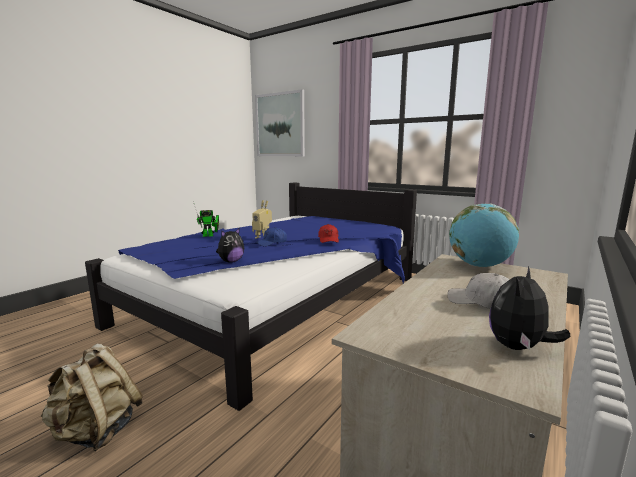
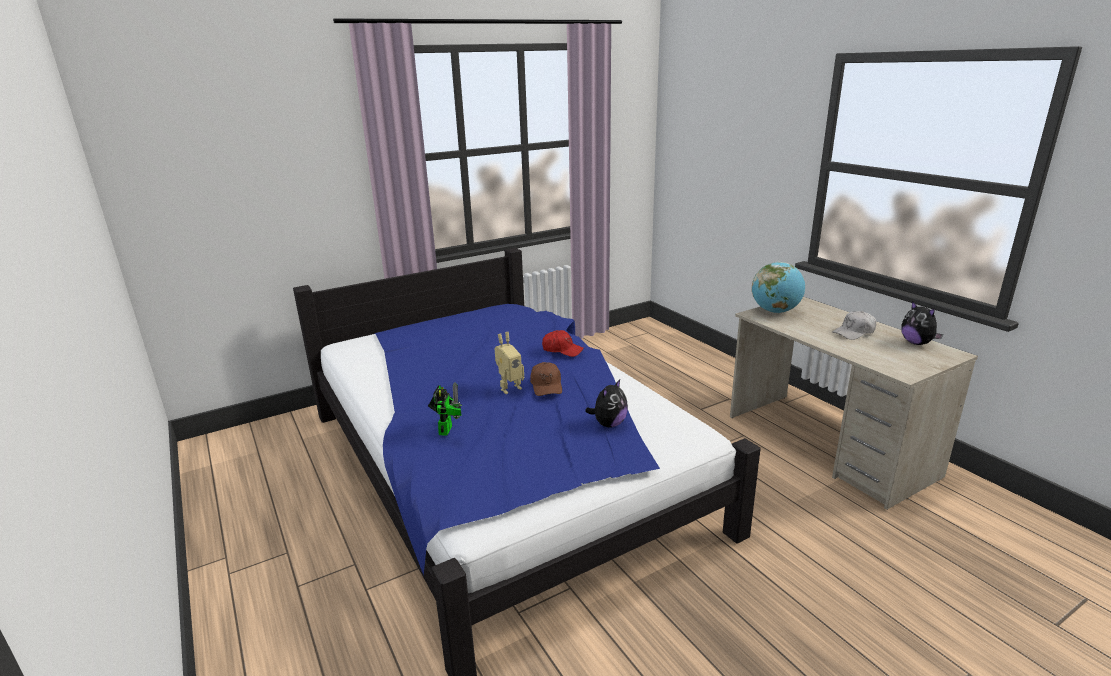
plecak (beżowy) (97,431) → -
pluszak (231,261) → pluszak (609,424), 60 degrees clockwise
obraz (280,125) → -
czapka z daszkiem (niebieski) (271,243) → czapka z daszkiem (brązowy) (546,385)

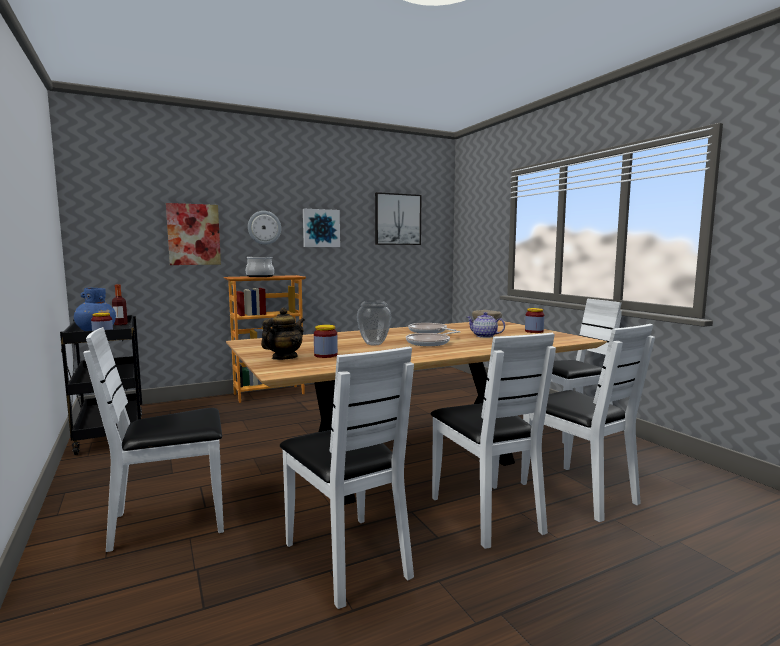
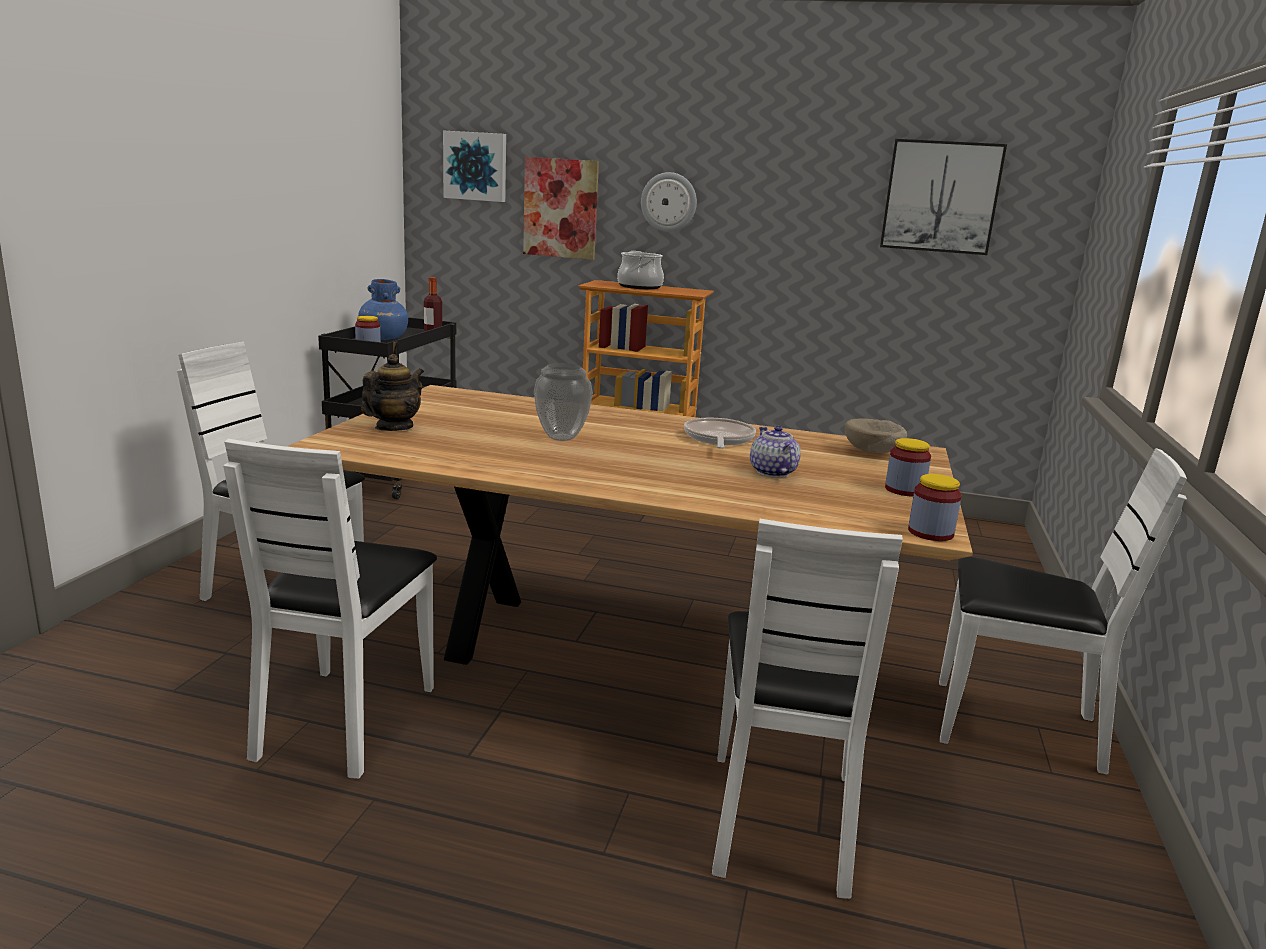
imbryk (284,358) → imbryk (393,427), 45 degrees counterclockwise
obraz (321,228) → obraz (476,166), relocated
słoik (325,355) → słoik (930,533), relocated
patelnia (430,343) → -
krzesło (biały) (487,513) → -

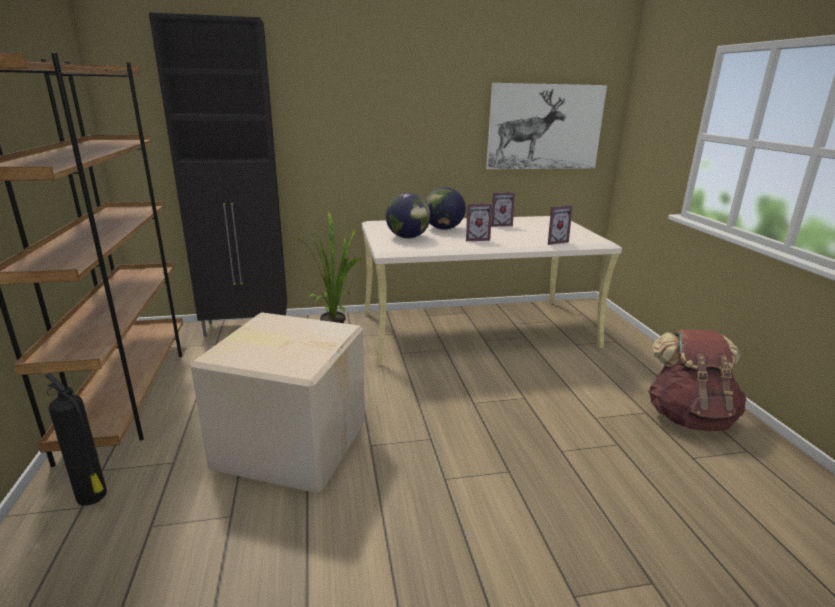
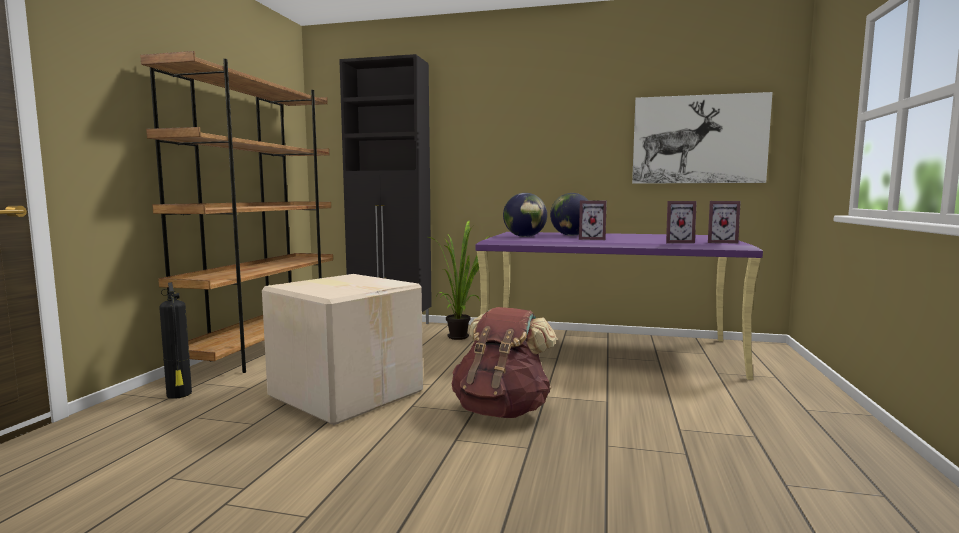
biurko (beżowy) (477,329) → biurko (fioletowy) (607,349)
ramka na zdjęcie (499,224) → ramka na zdjęcie (721,242), relocated
plecak (brązowy) (688,417) → plecak (brązowy) (502,410), relocated

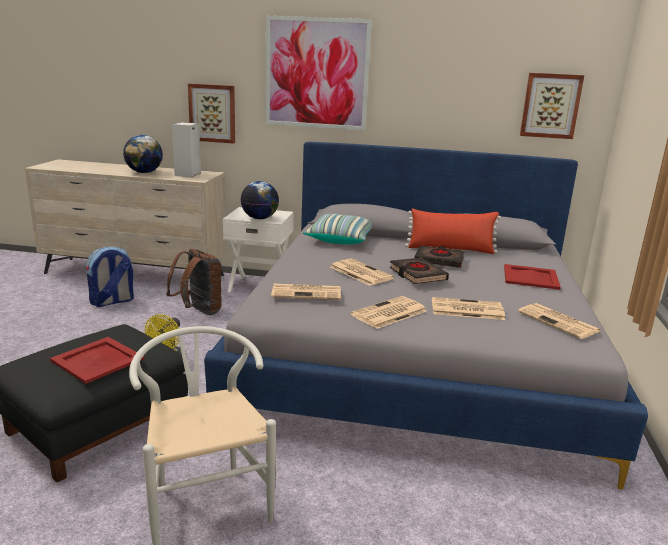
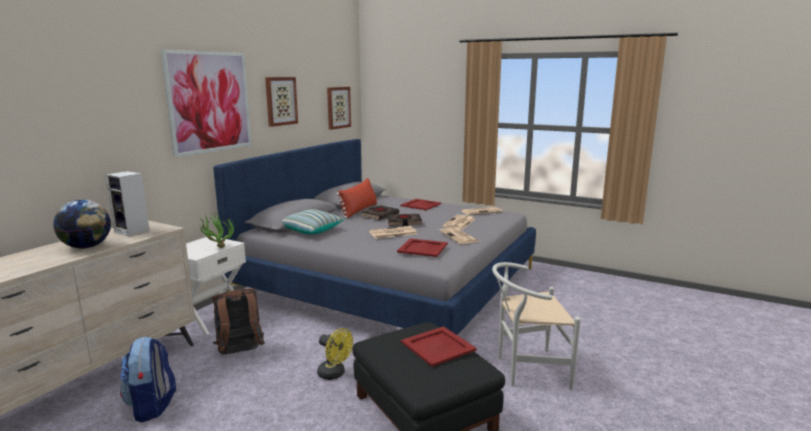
obraz (212,113) → obraz (280,101), relocated
globus (260,218) → roślina doniczkowa (217,247)
gazeta (307,292) → taca (czerwony) (422,248)

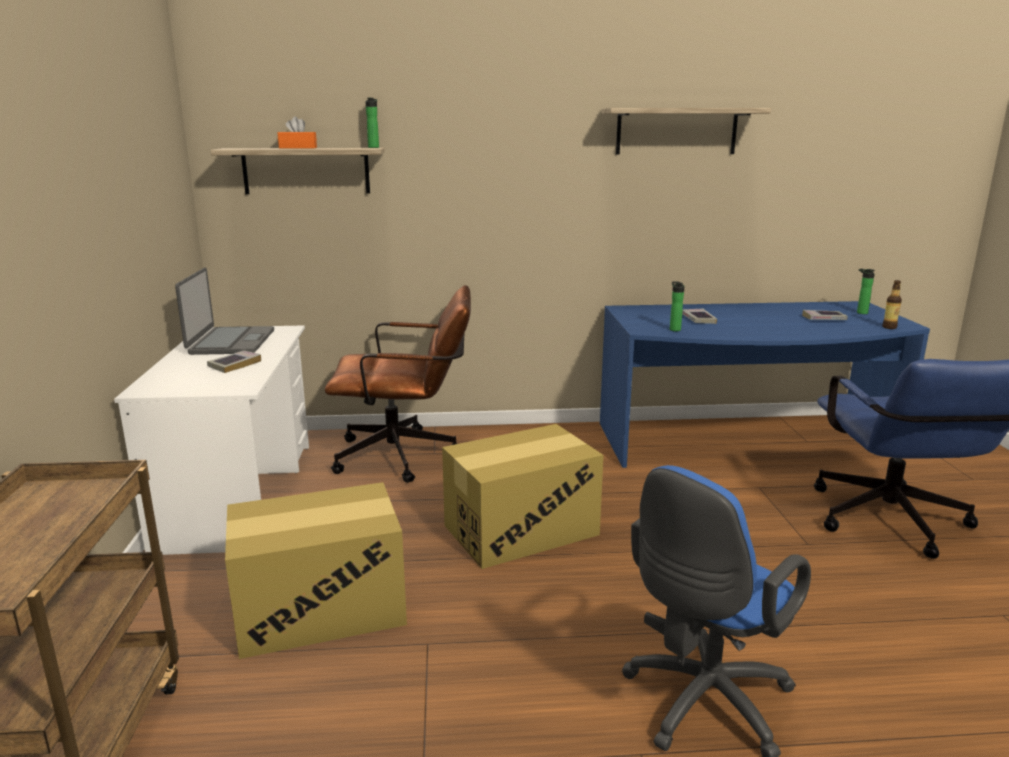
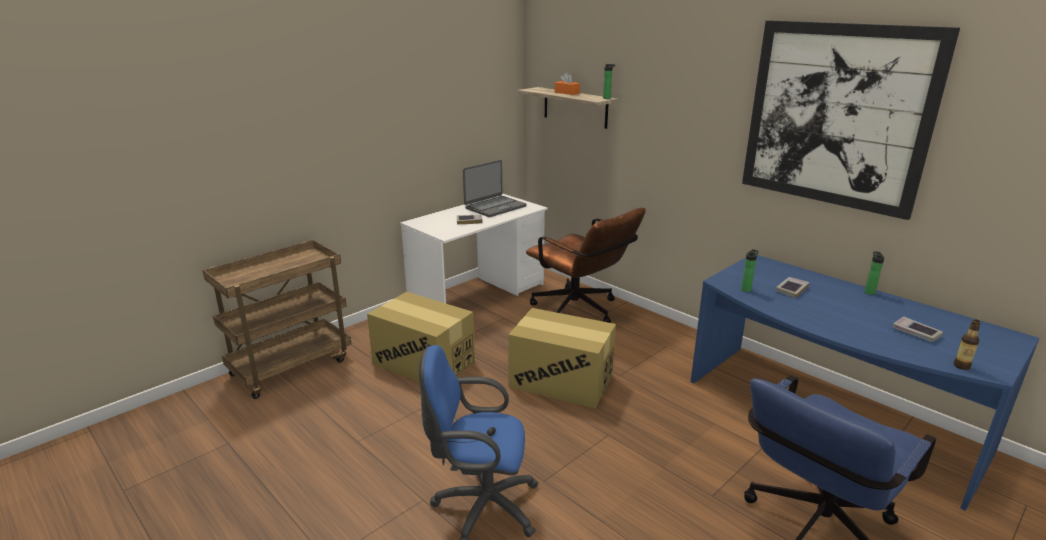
półka (676,131) → obraz (837,116)
butelka (860,312) → butelka (869,292), relocated

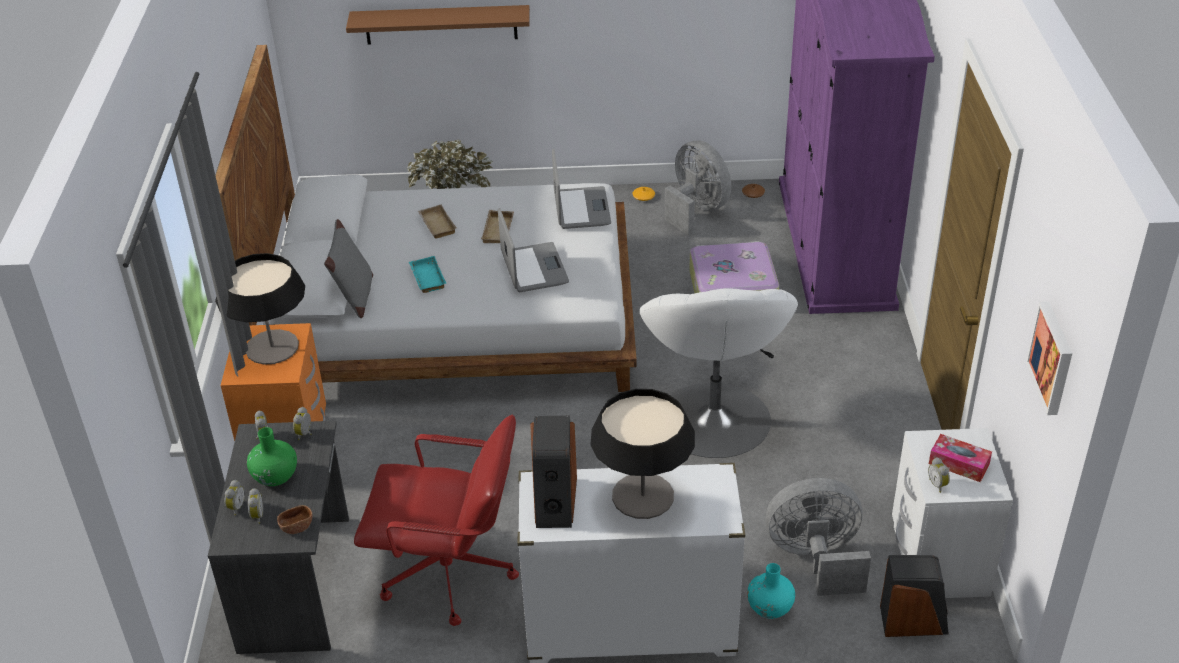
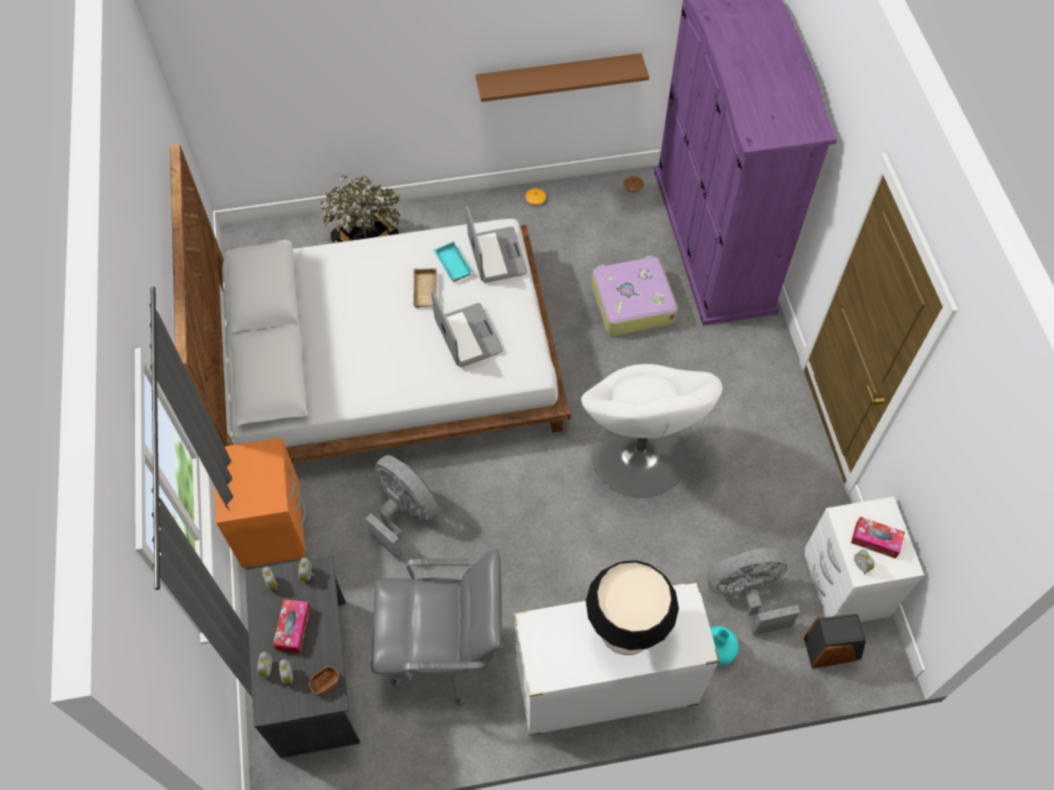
lampa stołowa (272,347) → -
wazon (zielony) (275,476) → pudełko chusteczek (293,628)
poduszka (szary) (355,298) → -
półka (brązowy) (441,24) → półka (brązowy) (558,76), relocated
krzesło biurowe (czerwony) (450,574) → krzesło biurowe (szary) (445,650)
taca (turkusowy) (426,278) → taca (turkusowy) (451,264), relocated
taca (beżowy) (436,225) → -
głośnik (555,501) → -
wentylator (szary) (696,210) → wentylator (szary) (404,513), relocated
obraz (1053,357) → -

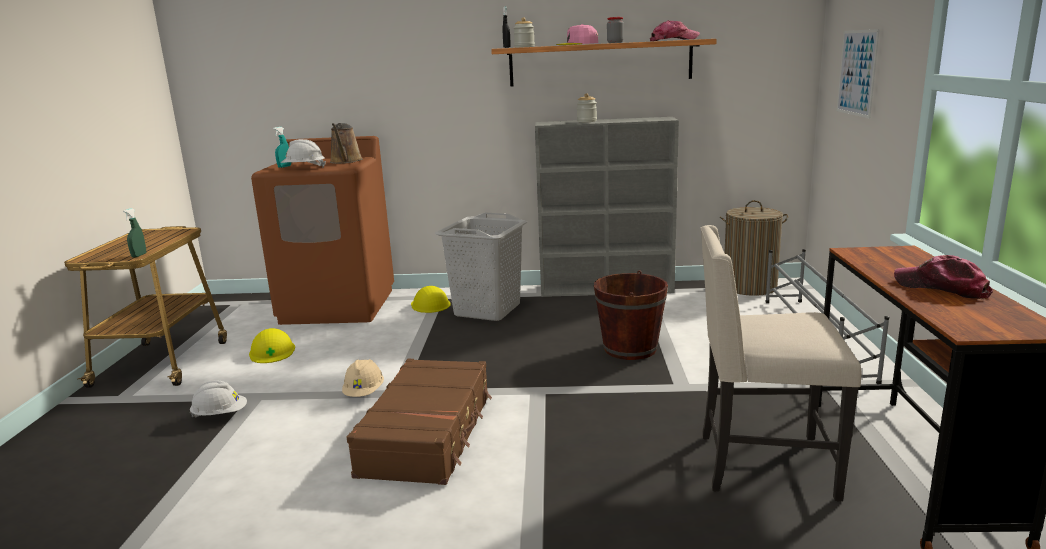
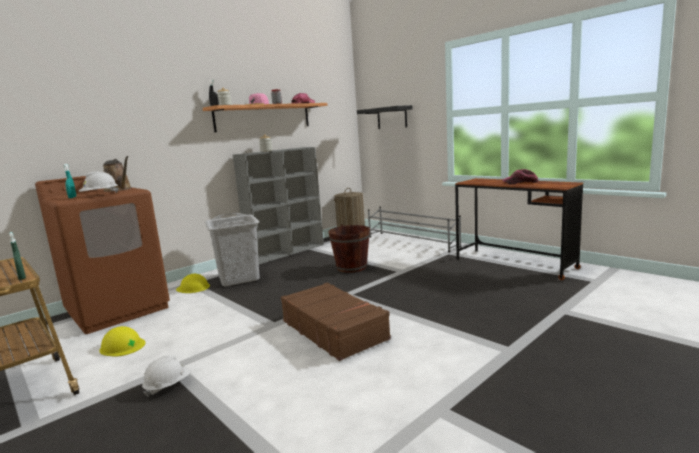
kask (beżowy) (364,393) → -
krzesło (beżowy) (762,465) → -
obraz (857,73) → półka (czarny) (392,117)

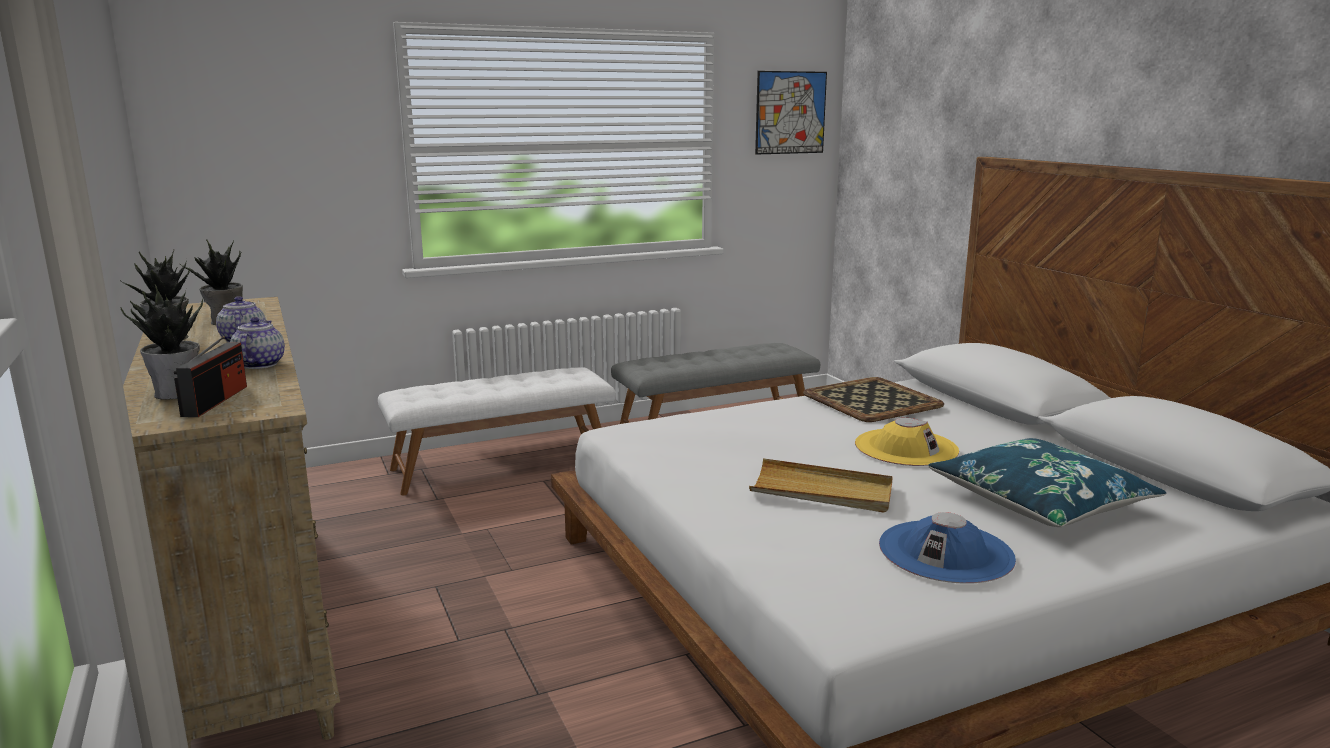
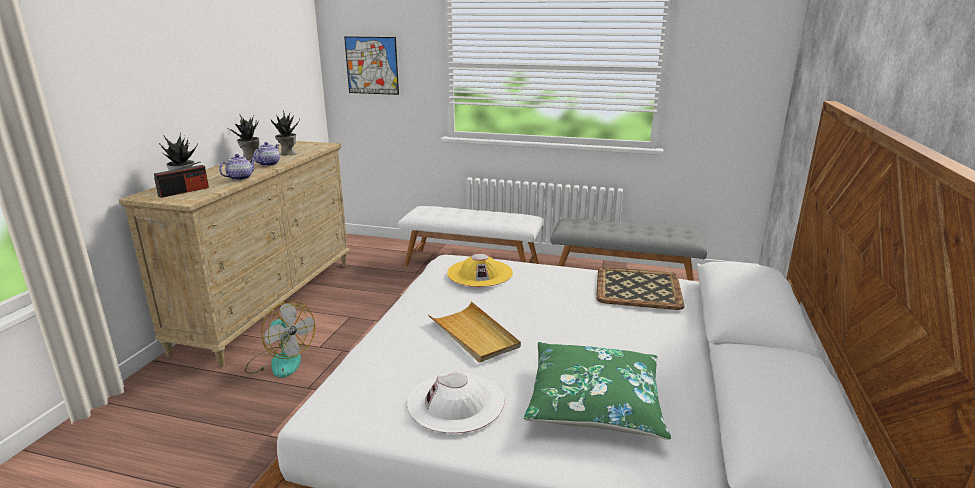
obraz (790,112) → obraz (372,65), relocated
kapelusz (żółty) (906,448) → kapelusz (żółty) (480,273), relocated
kapelusz (niebieski) (946,552) → kapelusz (biały) (456,402)
poduszka (niebieski) (1040,502) → poduszka (zielony) (594,402)
- → wentylator (280,361)

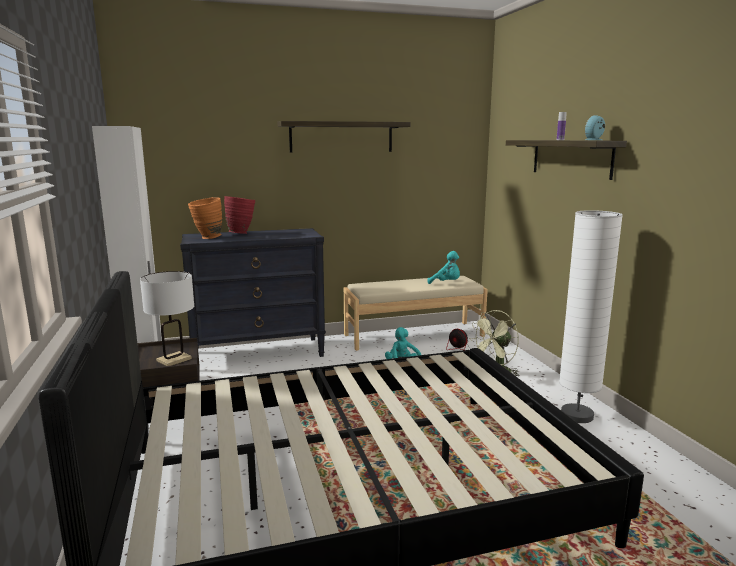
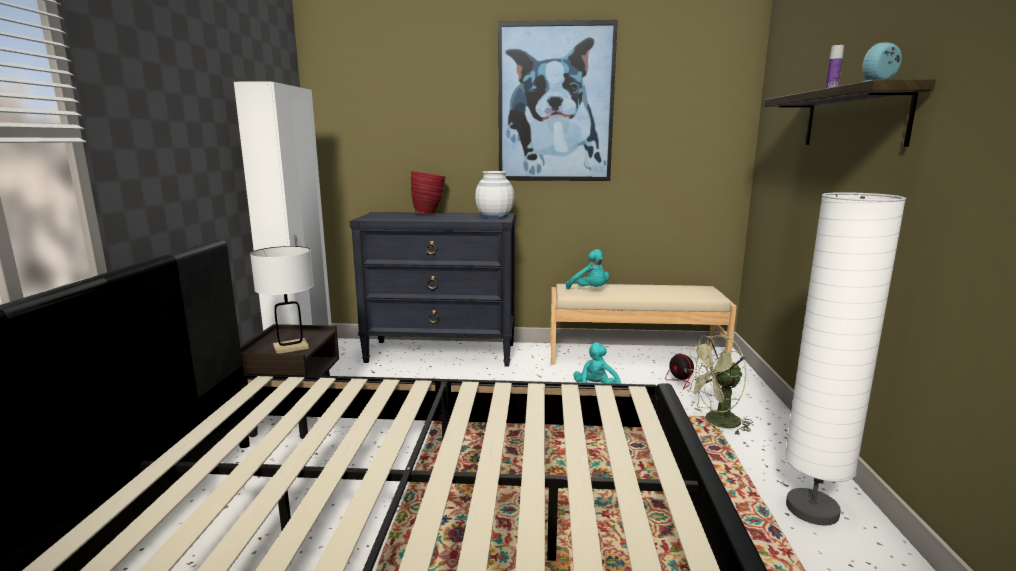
wazon (pomarańczowy) (207,238) → -
półka (341,137) → obraz (555,103)
pluszak (turkusowy) (446,283) → pluszak (turkusowy) (590,290), relocated
- → wazon (biały) (494,217)

